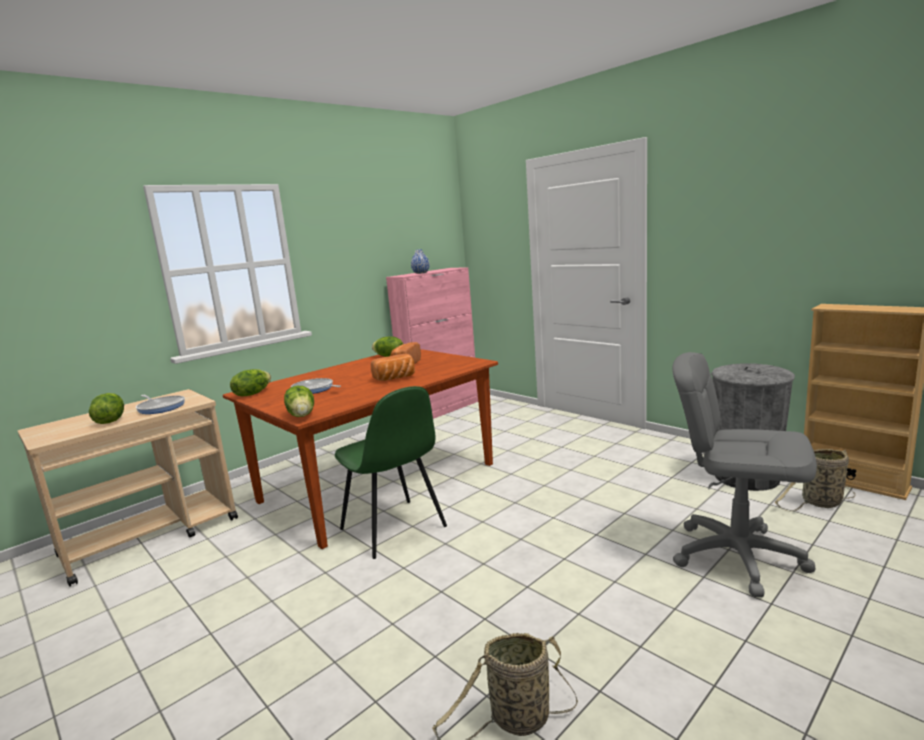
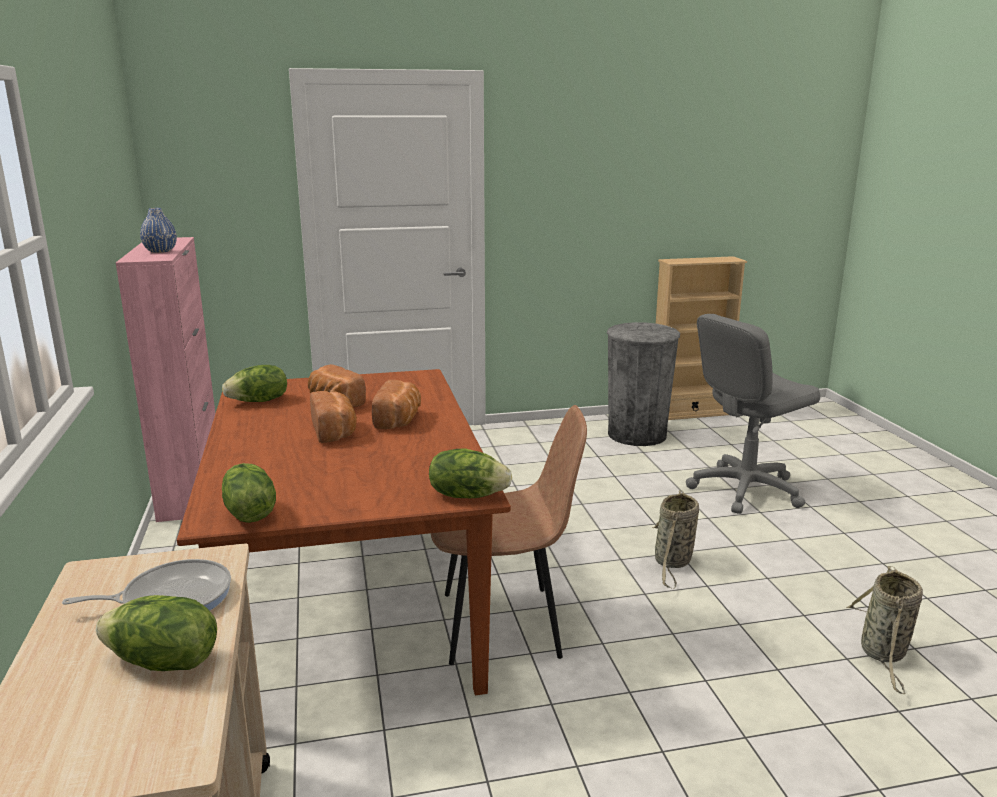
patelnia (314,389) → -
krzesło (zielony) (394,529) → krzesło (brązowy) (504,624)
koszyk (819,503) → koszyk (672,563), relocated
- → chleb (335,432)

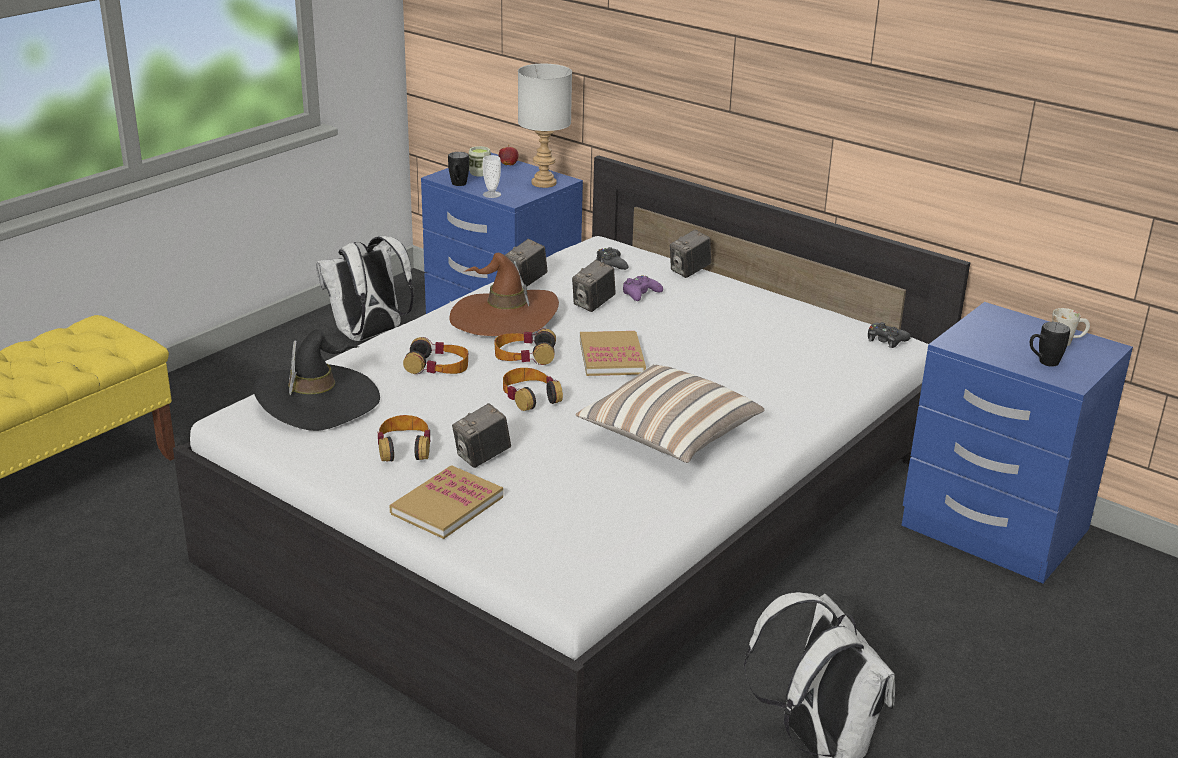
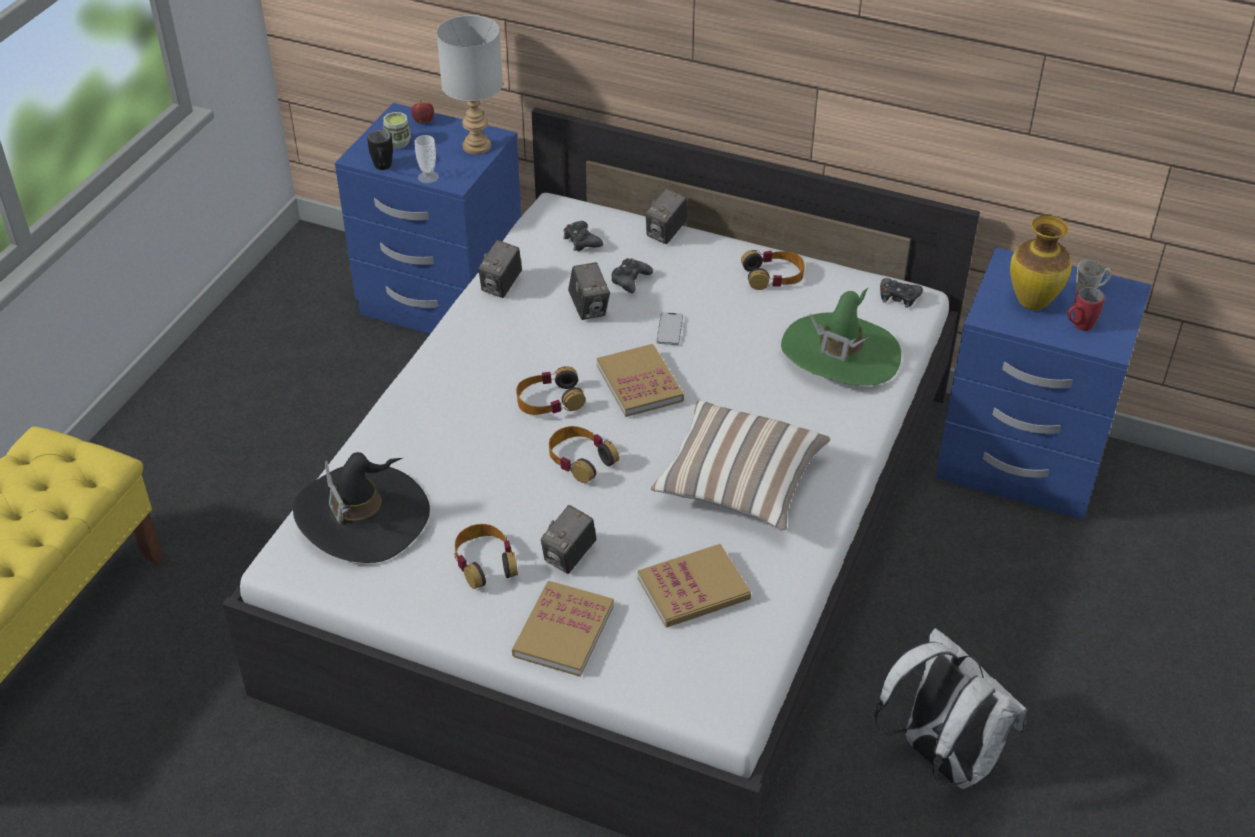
plecak (biały) (369,335) → -
słuchawki (437,366) → słuchawki (773,276), relocated
kapelusz (brązowy) (504,317) → -
aparat fotograficzny (593,304) → aparat fotograficzny (589,308), 45 degrees counterclockwise
pad do gier (fioletowy) (640,293) → pad do gier (czarny) (630,280)
kubek (czarny) (1043,363) → kubek (czerwony) (1078,327)
- → książka (693,589)
- → telefon (669,329)
- → kapelusz (zielony) (840,354)
- → wazon (1032,302)

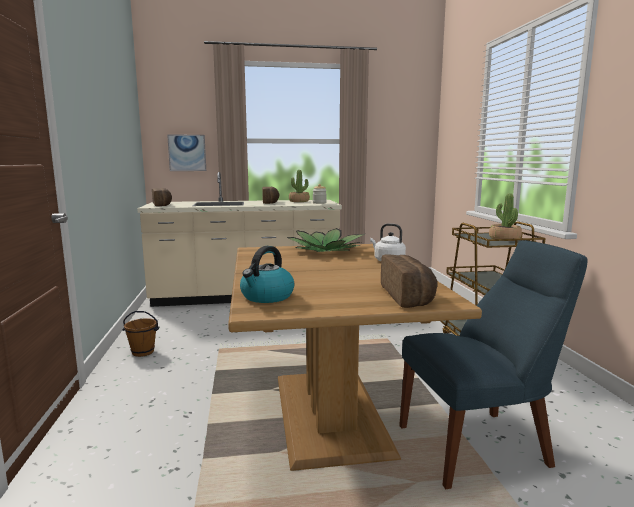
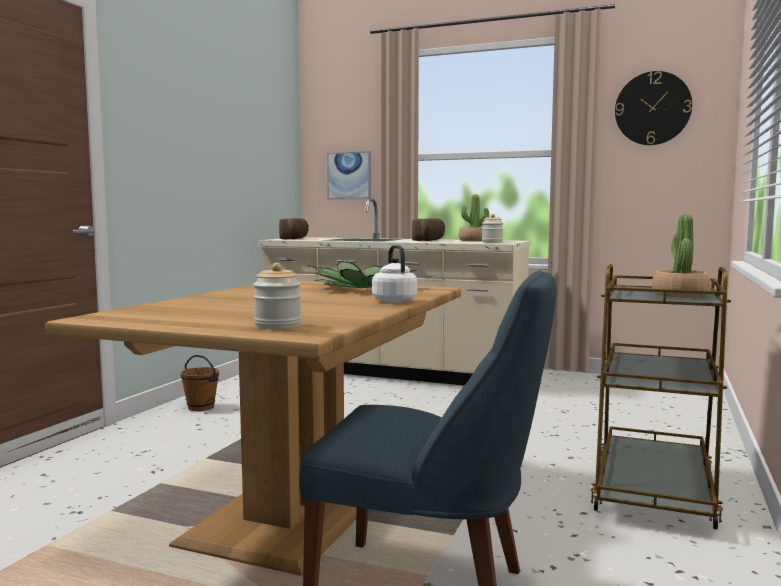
czajnik (267,297) → -
chleb (409,296) → słoik (278,326)
- → zegar ścienny (652,108)

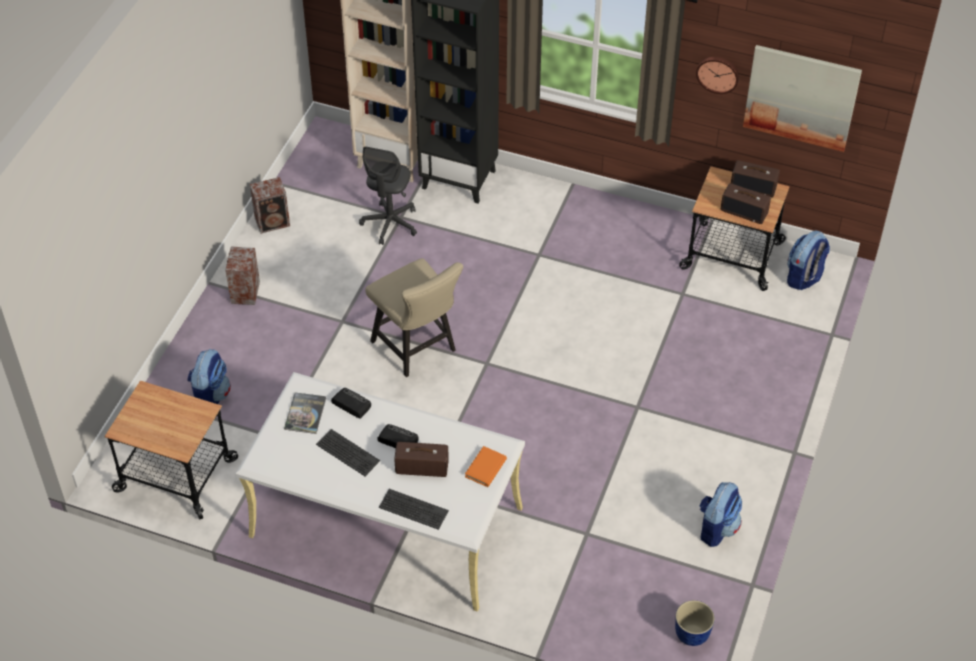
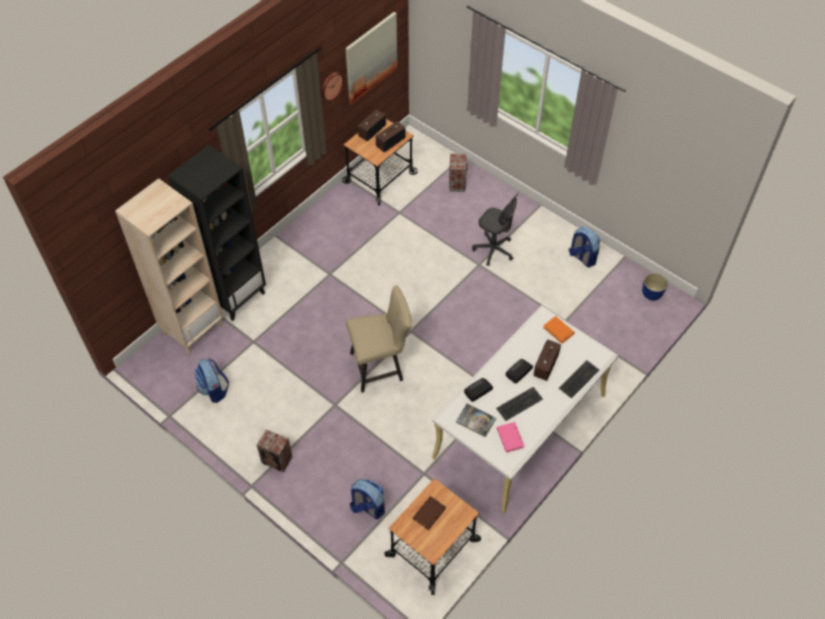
głośnik (273,222) → głośnik (457,183), relocated
krzesło biurowe (szary) (390,224) → krzesło biurowe (szary) (493,250), relocated
plecak (804,277) → plecak (214,390), relocated
- → książka (brązowy) (429,513)
- → książka (różowy) (510,438)

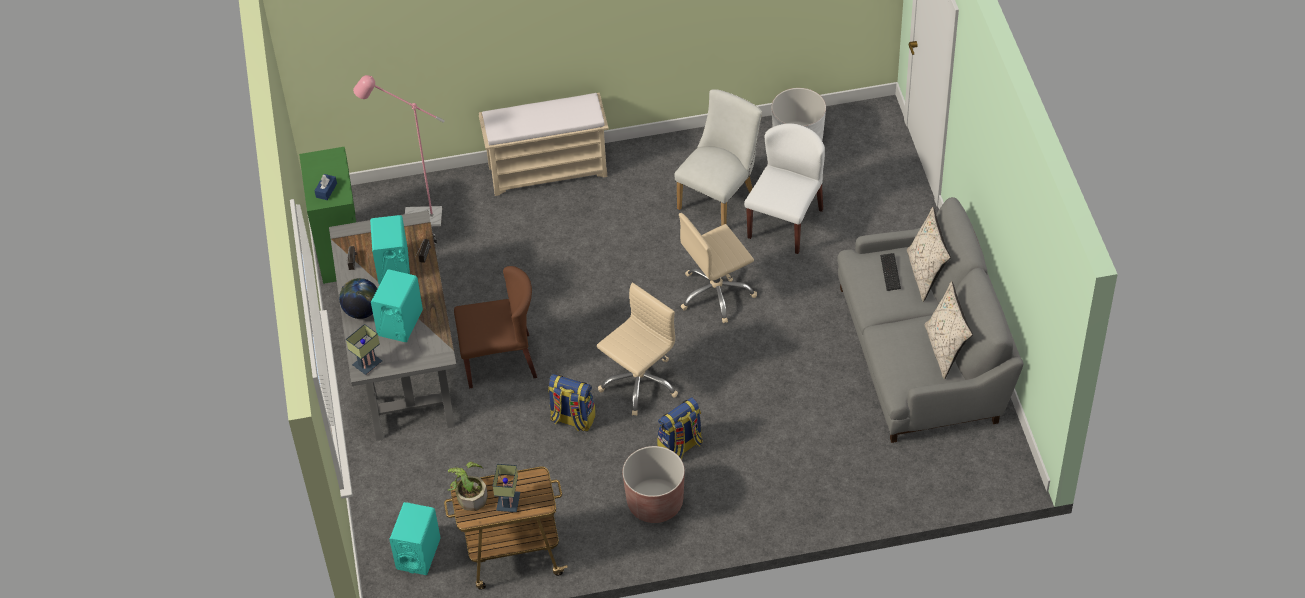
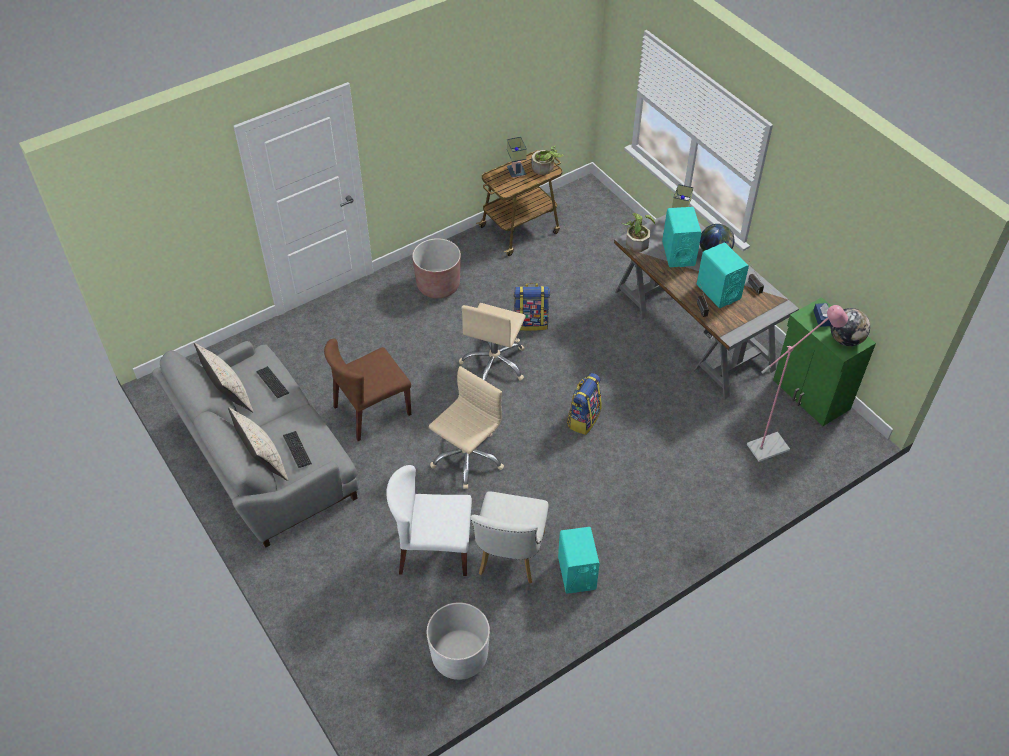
głośnik (turkusowy) (418,554) → głośnik (turkusowy) (577,574), relocated
krzesło (brązowy) (500,360) → krzesło (brązowy) (371,411), relocated
ławka (beżowy) (549,170) → -
plecak (680,447) → plecak (583,419), relocated
krzesło (biały) (785,223) → krzesło (biały) (434,550), 90 degrees clockwise
- → klawiatura (272,383)
- → roślina doniczkowa (637,241)
- → globus (845,339)

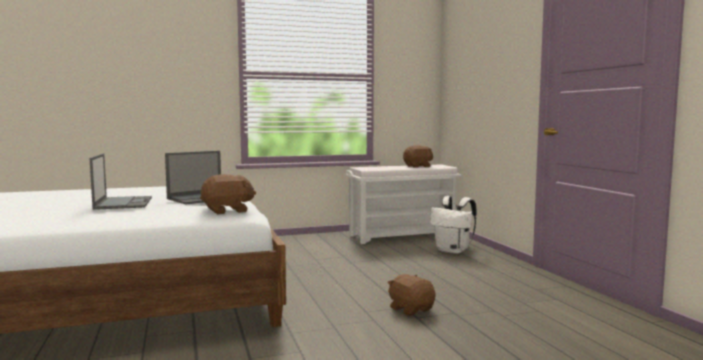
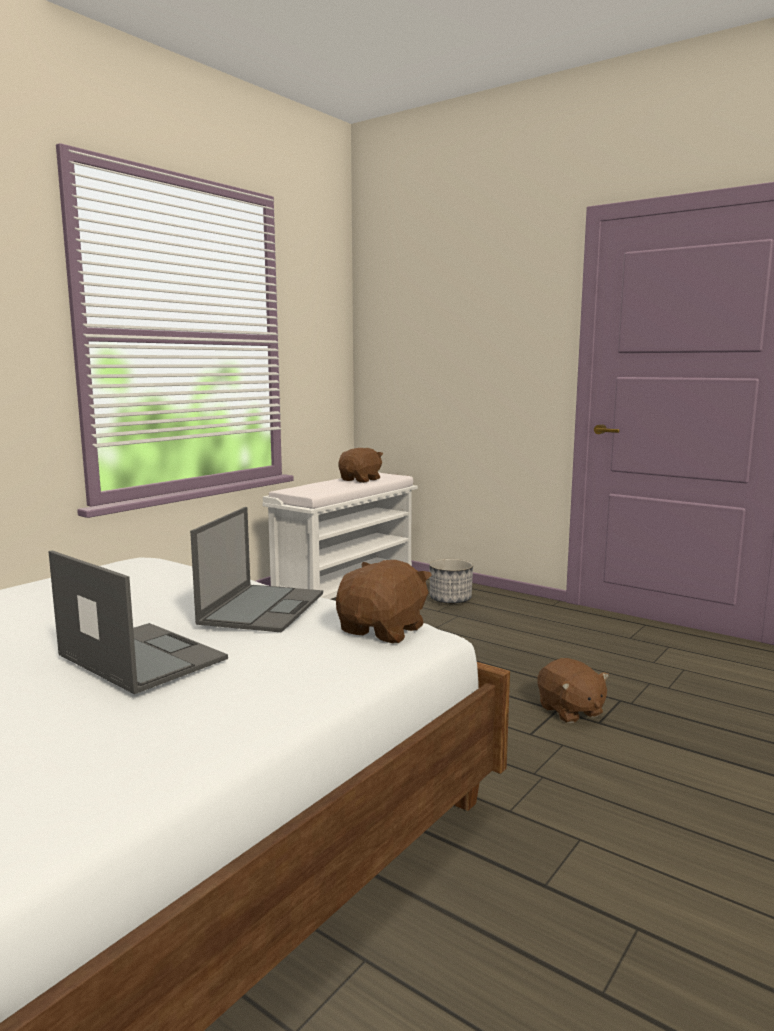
pluszak (brązowy) (411,309) → pluszak (brązowy) (570,711), 135 degrees counterclockwise
plecak (biały) (453,251) → donica (450,599)

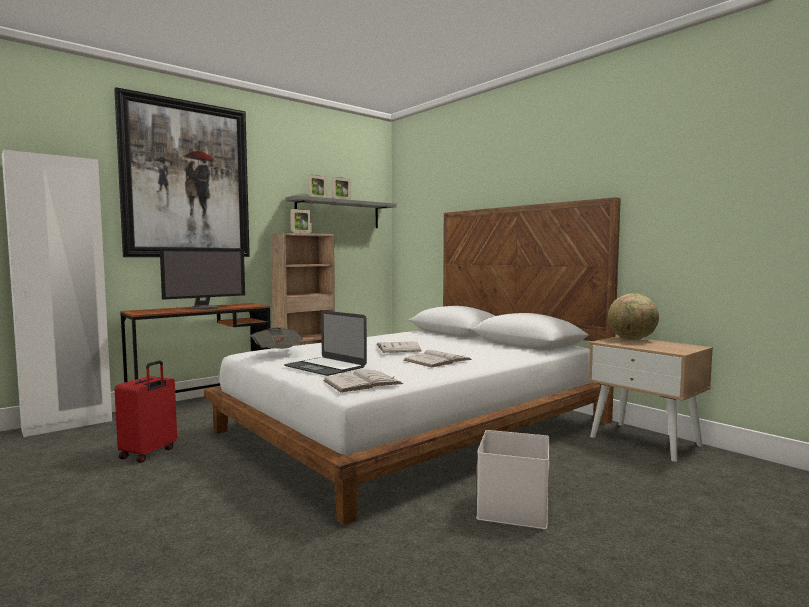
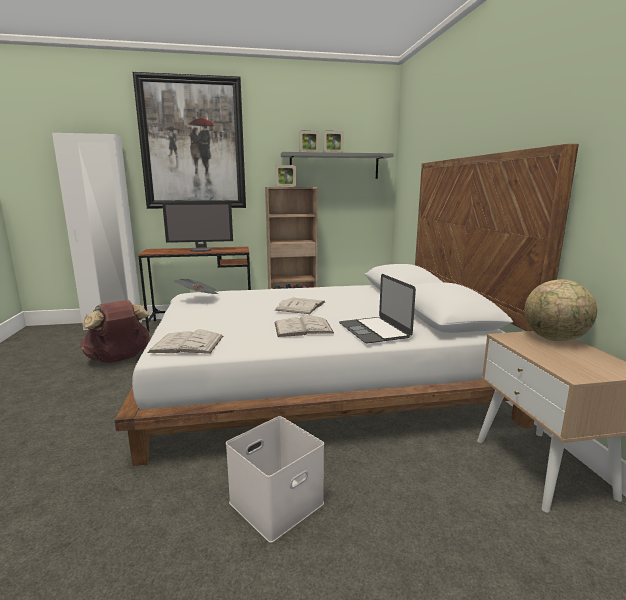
walizka (czerwony) (149,453) → plecak (brązowy) (119,359)
laptop (325,366) → laptop (374,330), relocated

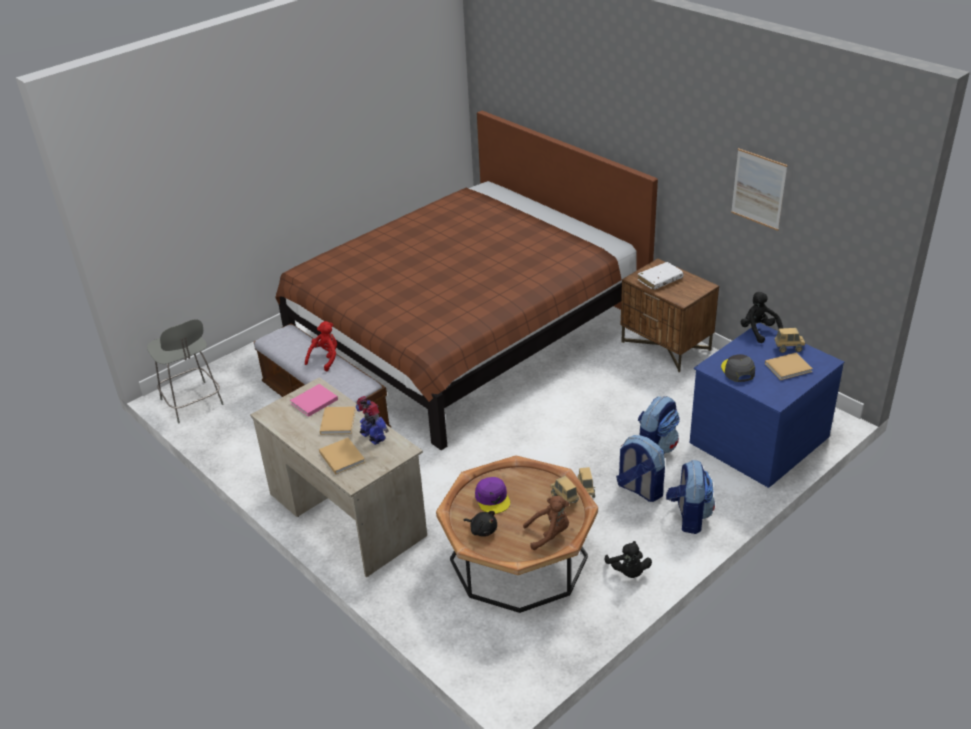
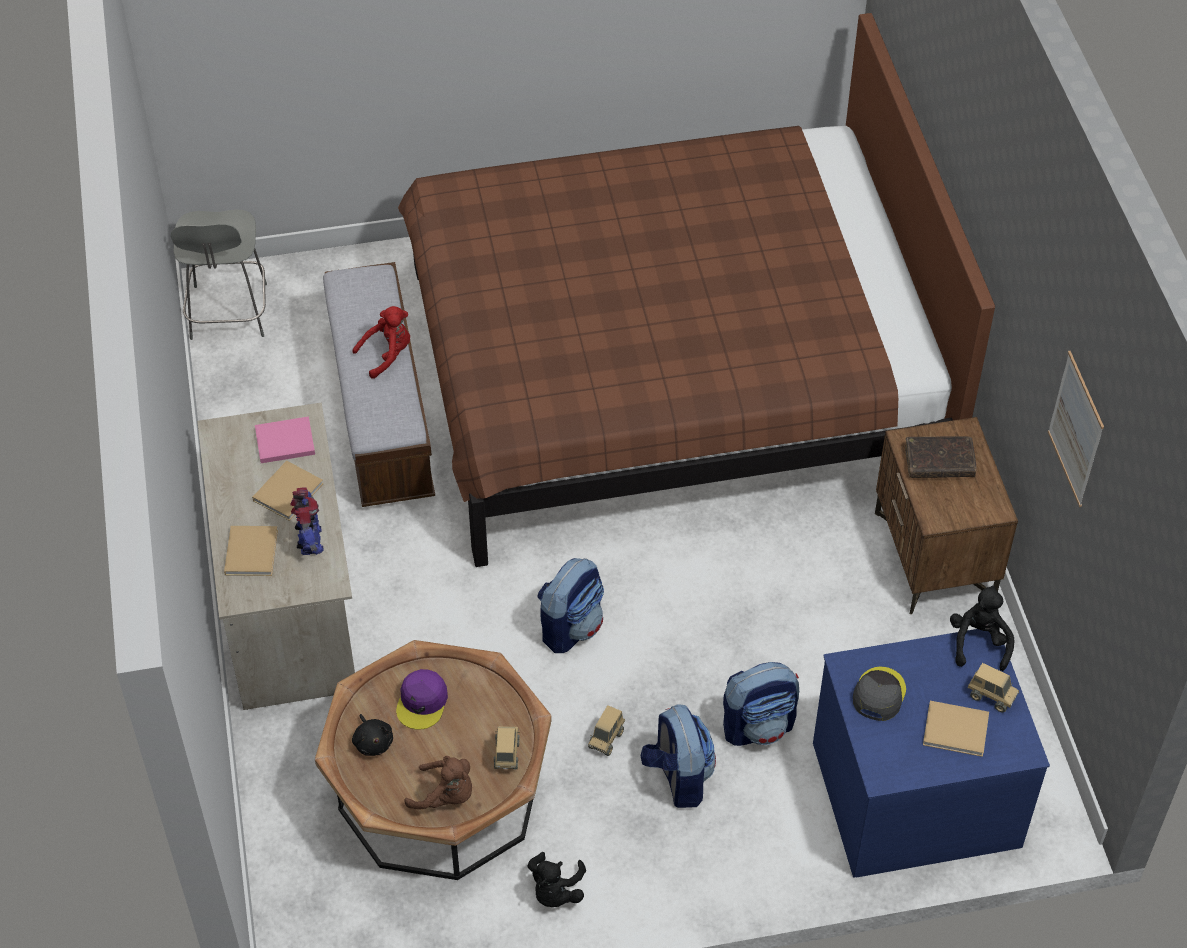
książka (biały) (660,280) → książka (brązowy) (939,463)
plecak (688,517) → plecak (571,627), relocated

